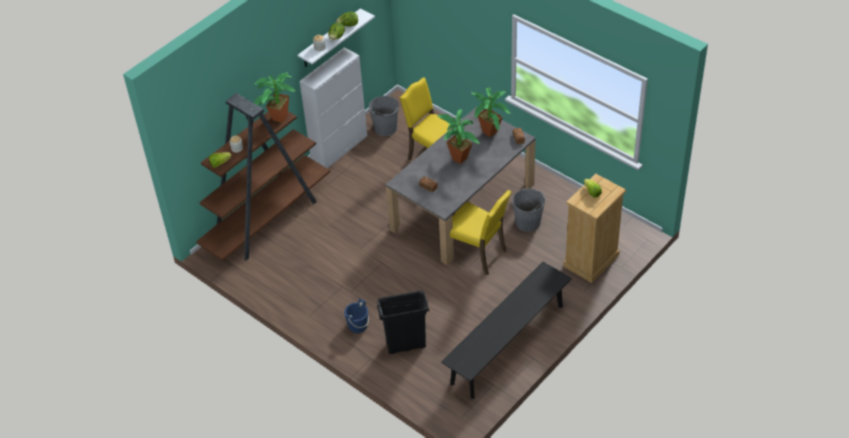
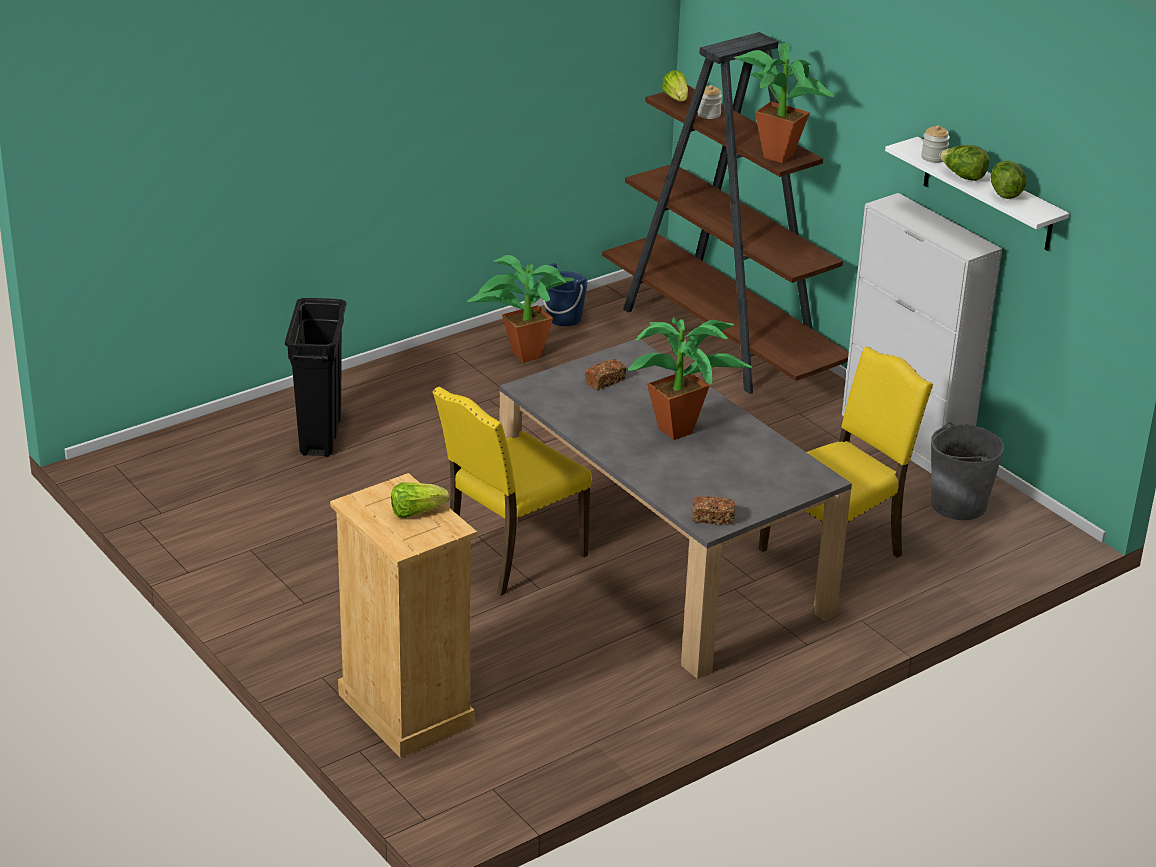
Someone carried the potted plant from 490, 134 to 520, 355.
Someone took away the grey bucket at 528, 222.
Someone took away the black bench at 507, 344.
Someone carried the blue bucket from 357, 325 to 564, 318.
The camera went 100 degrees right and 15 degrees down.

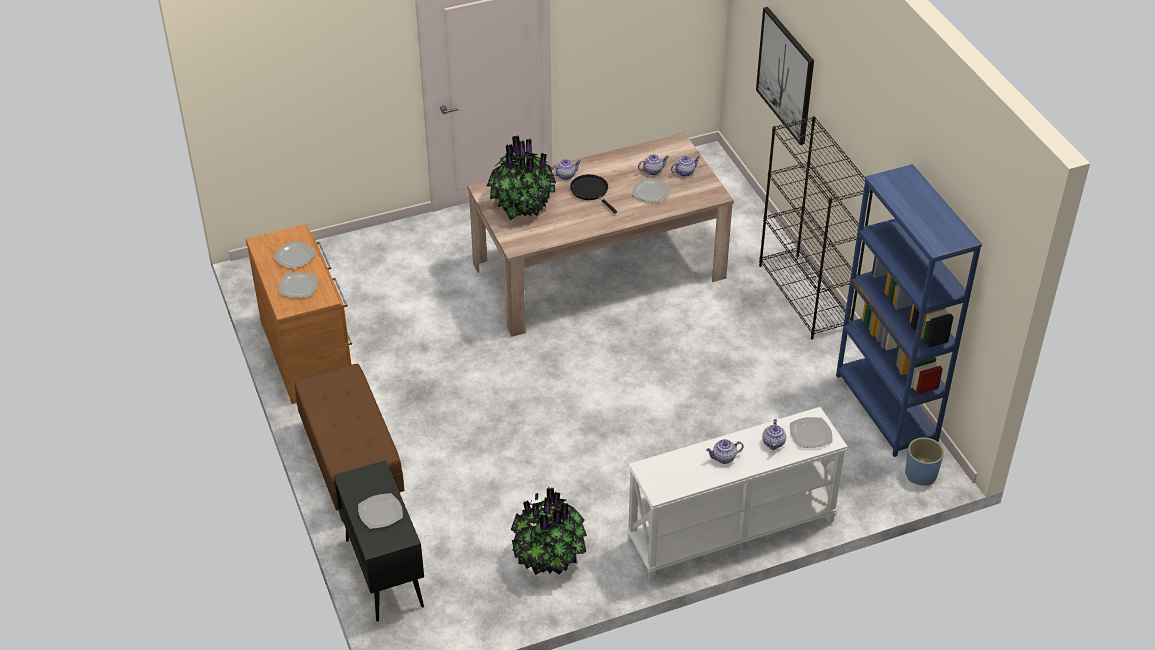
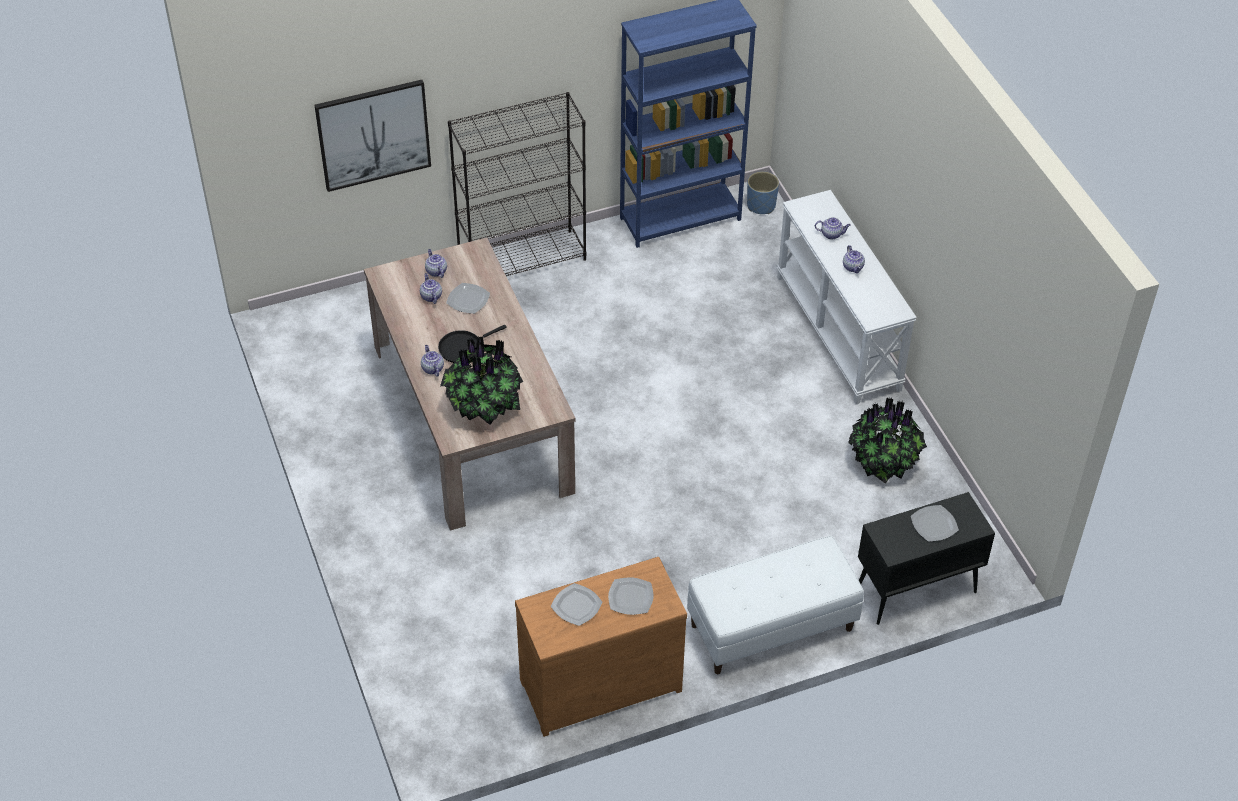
Someone repainted the brown bench at 351, 464, which became the white bench at 771, 628.
Someone took away the plate at 810, 433.
The camera went 90 degrees left and 5 degrees up.

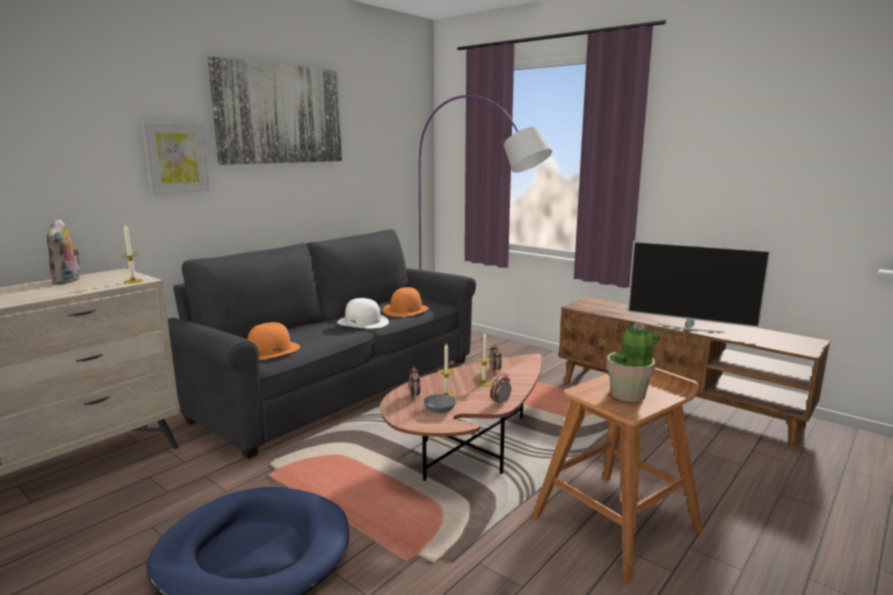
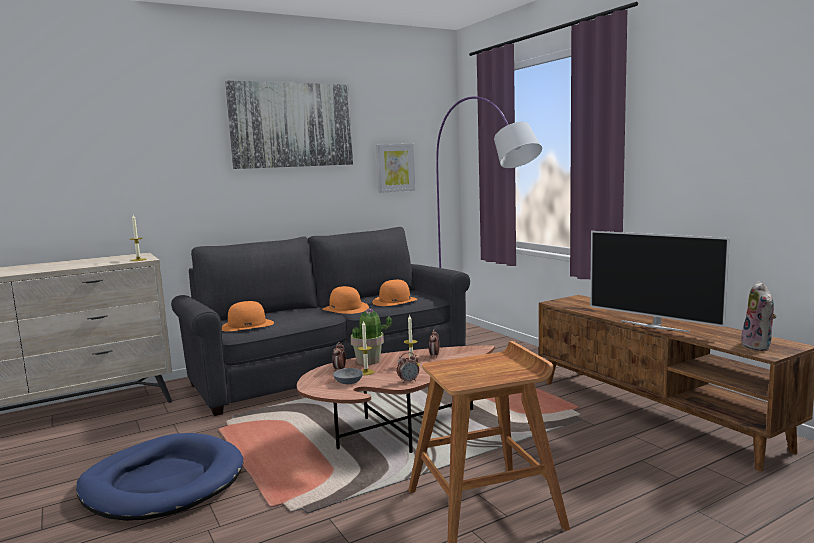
Someone carried the picture from 176, 158 to 395, 167.
Someone carried the plush toy from 68, 281 to 759, 346.
Someone repainted the white hat at 363, 322, which became the orange hat at 345, 308.
Someone carried the potted plant from 628, 394 to 369, 361.
The camera went 20 degrees right and 5 degrees down.

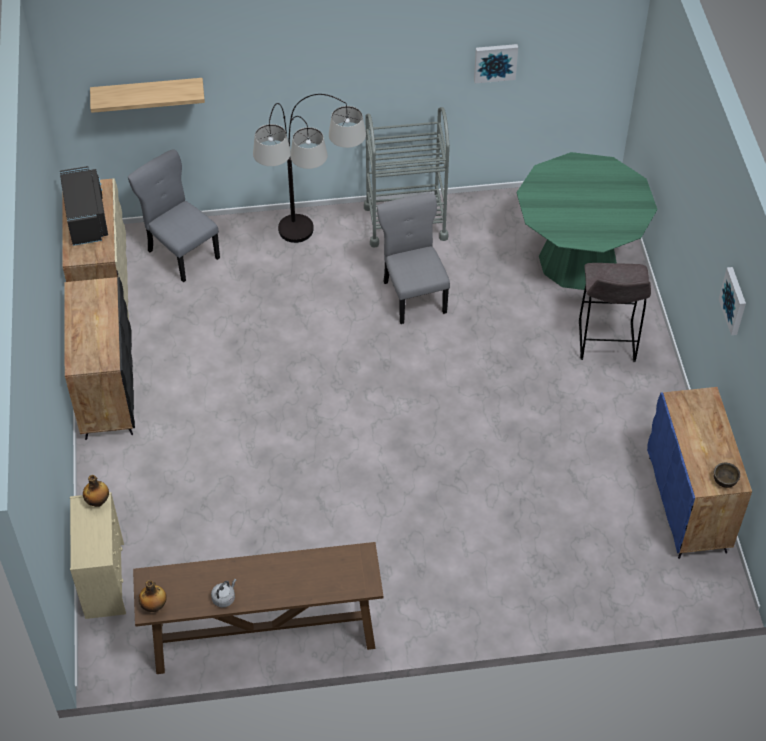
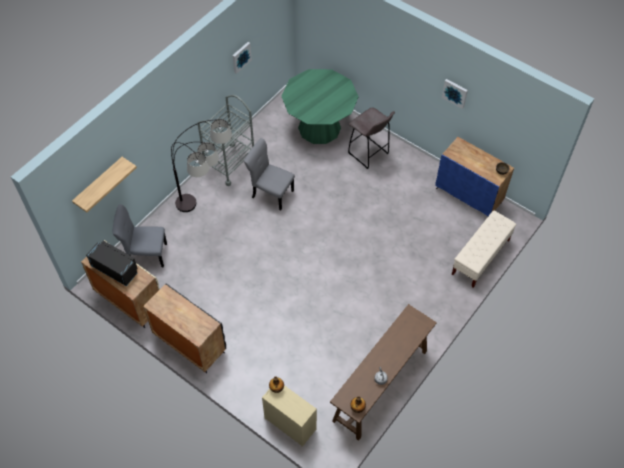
Someone put down the beige bench at 480, 257.
The camera went 45 degrees left and 5 degrees up.

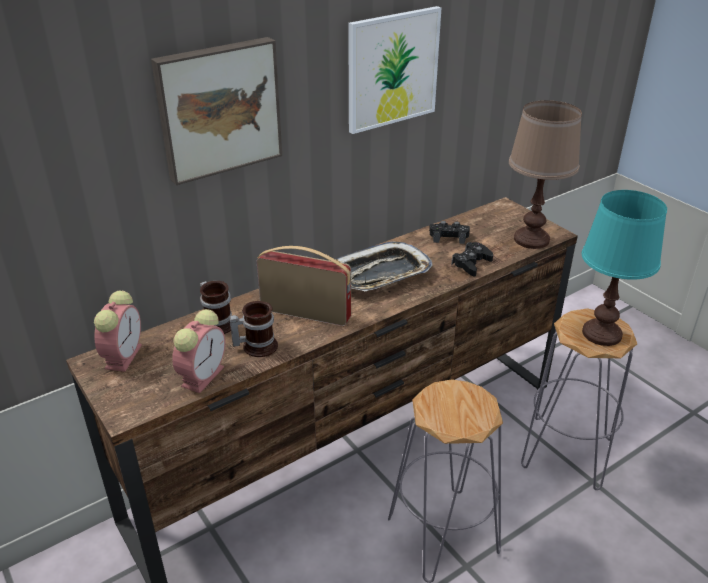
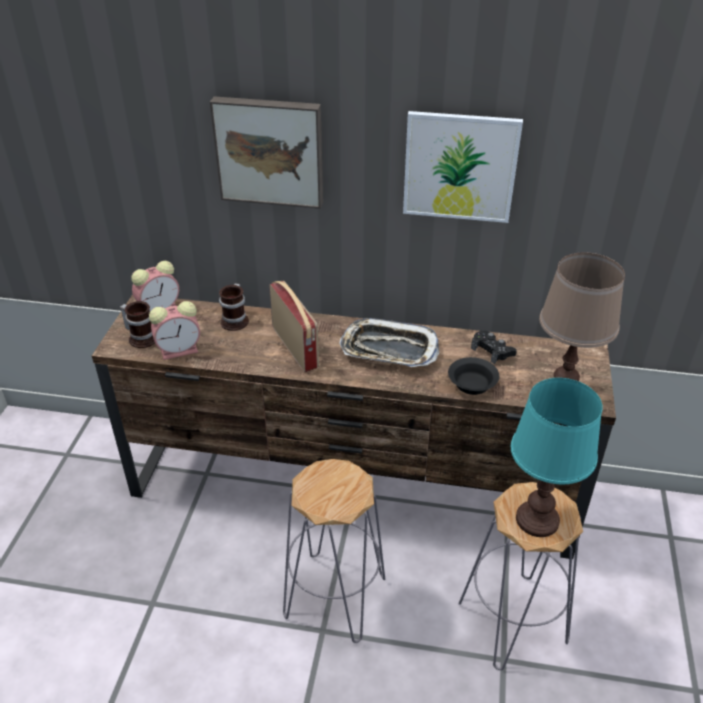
Someone swapped the black game controller at 471, 263 for the black bowl at 472, 384.
Someone carried the mug from 256, 345 to 142, 337.
The camera went 45 degrees right and 5 degrees up.

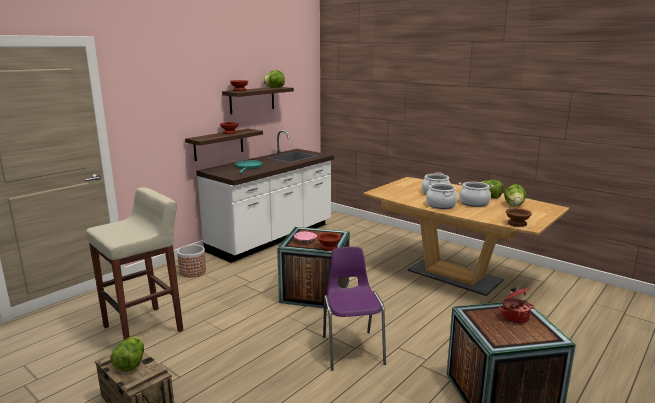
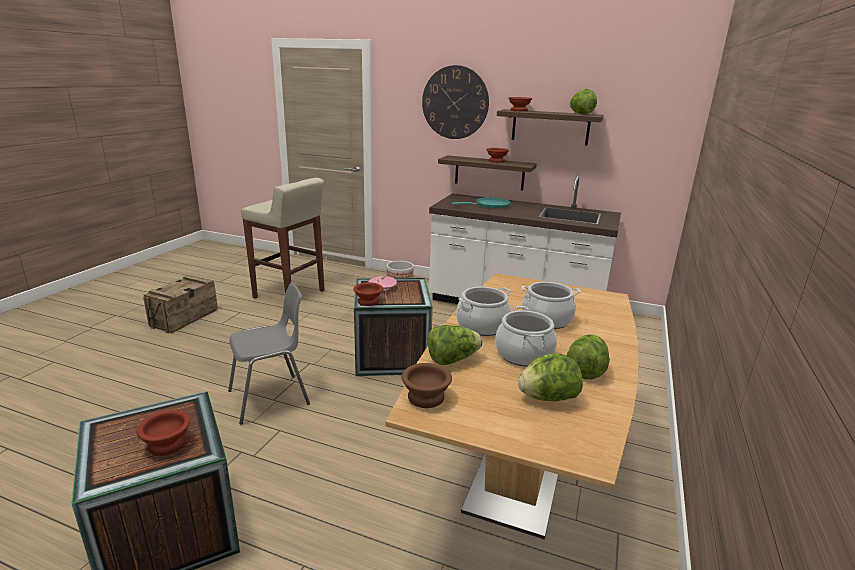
Someone repainted the purple chair at 352, 349, which became the grey chair at 271, 398.
Someone swapped the cooking pot at 514, 317 for the brown bowl at 168, 443.
Someone carried the lettuce from 130, 364 to 452, 360.
Someone put up the wall clock at 455, 103.
The camera went 70 degrees right and 5 degrees up.

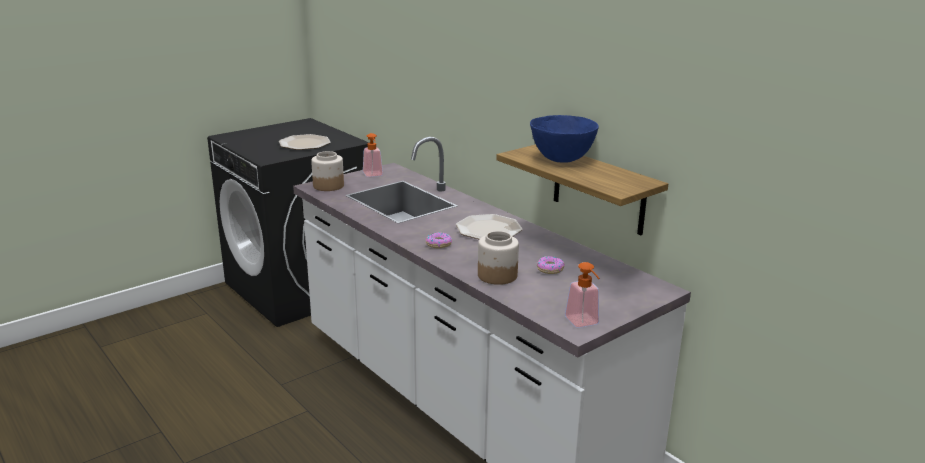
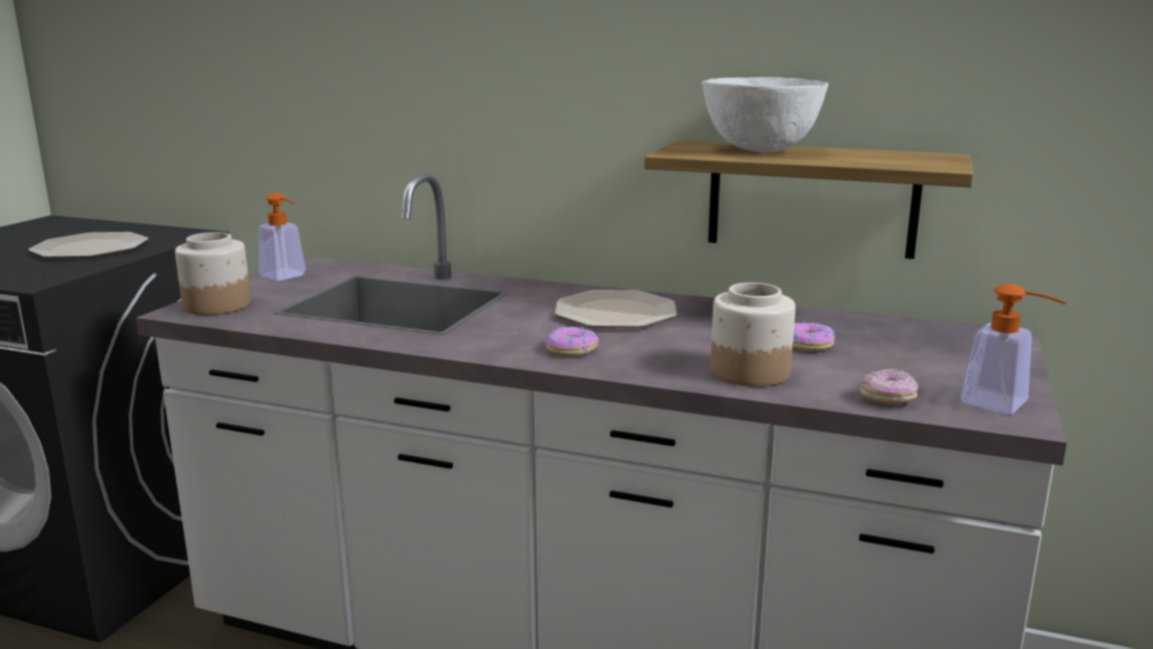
Someone repainted the blue bowl at 562, 159, which became the white bowl at 761, 150.
Someone put down the donut at 888, 399.
The camera went 30 degrees left and 5 degrees down.

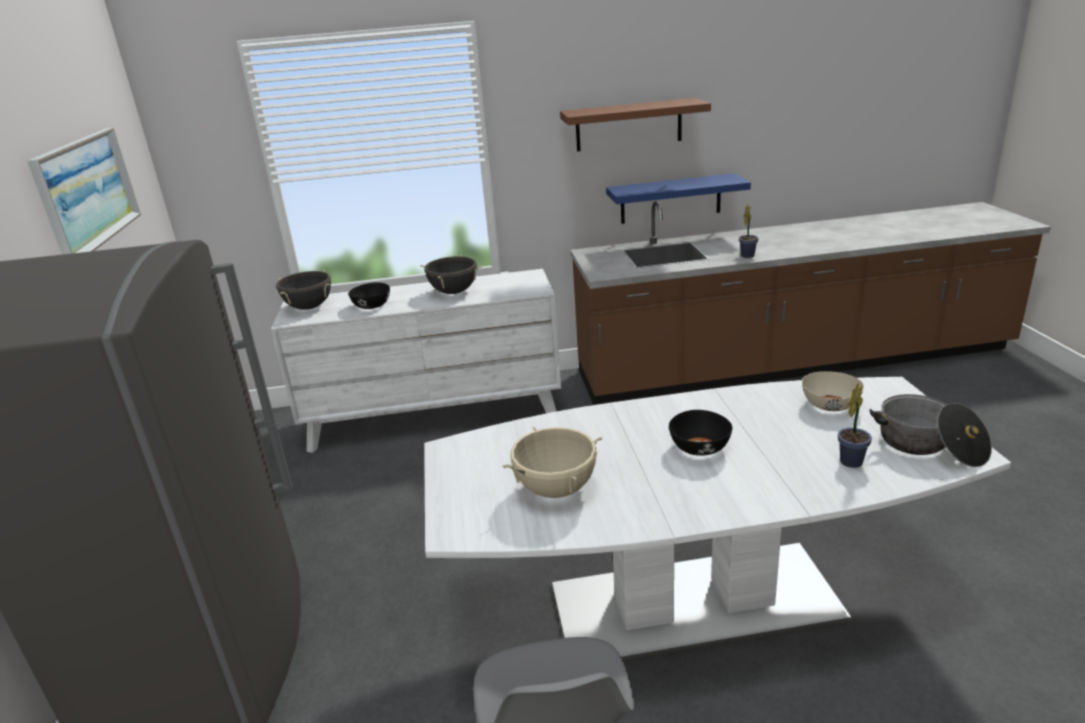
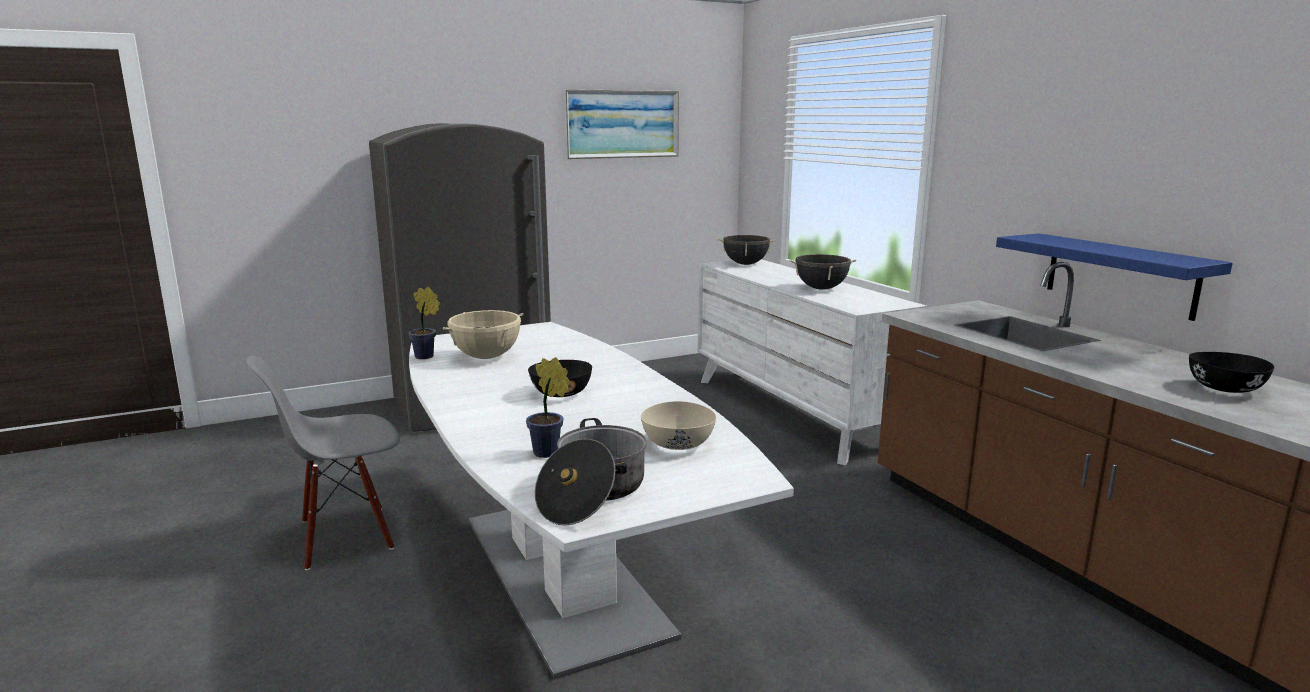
Someone took away the brown shelf at 628, 125.
Someone carried the potted plant from 748, 255 to 426, 357.
Someone carried the black bowl from 372, 306 to 1224, 389.
The camera went 70 degrees right and 10 degrees down.

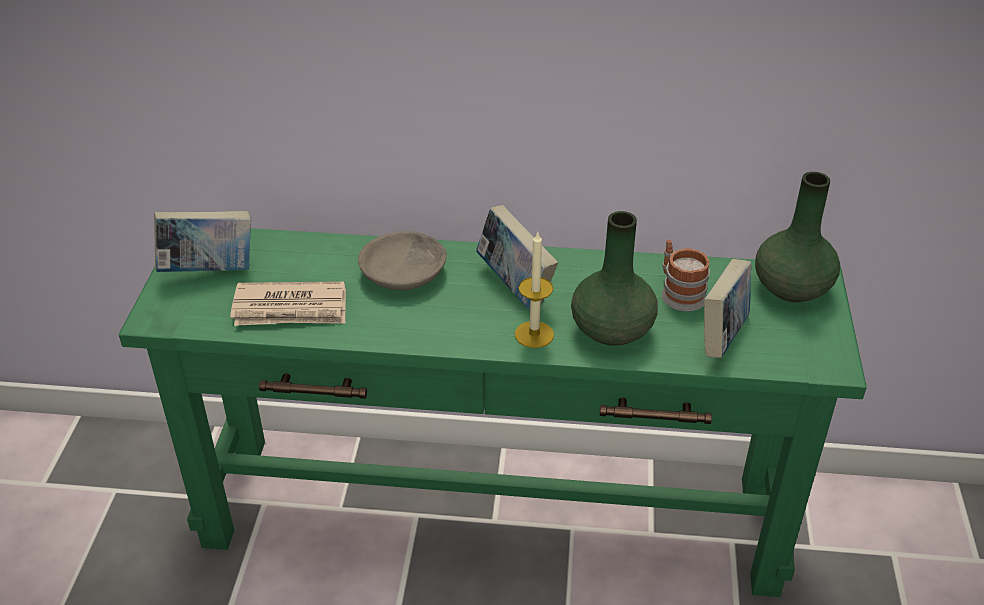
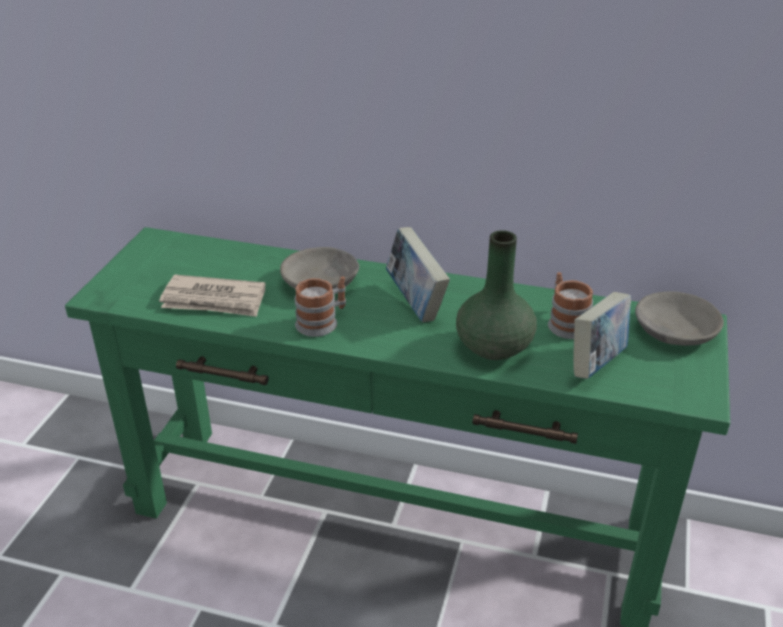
Someone swapped the green vase at 791, 289 for the grey bowl at 674, 330.
Someone took away the book at 209, 271.
Someone took away the candle at 534, 334.
Someone put down the mug at 322, 322.
The camera went 10 degrees right and 5 degrees down.

